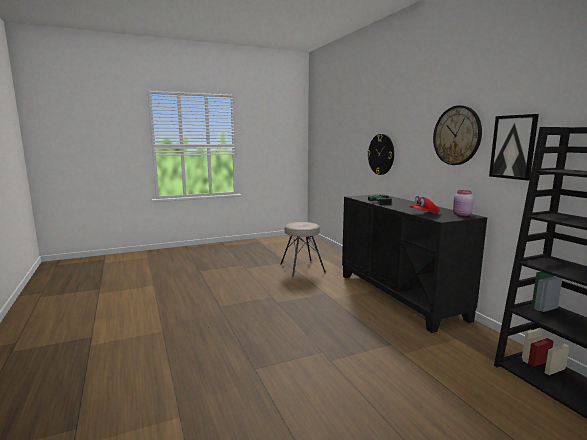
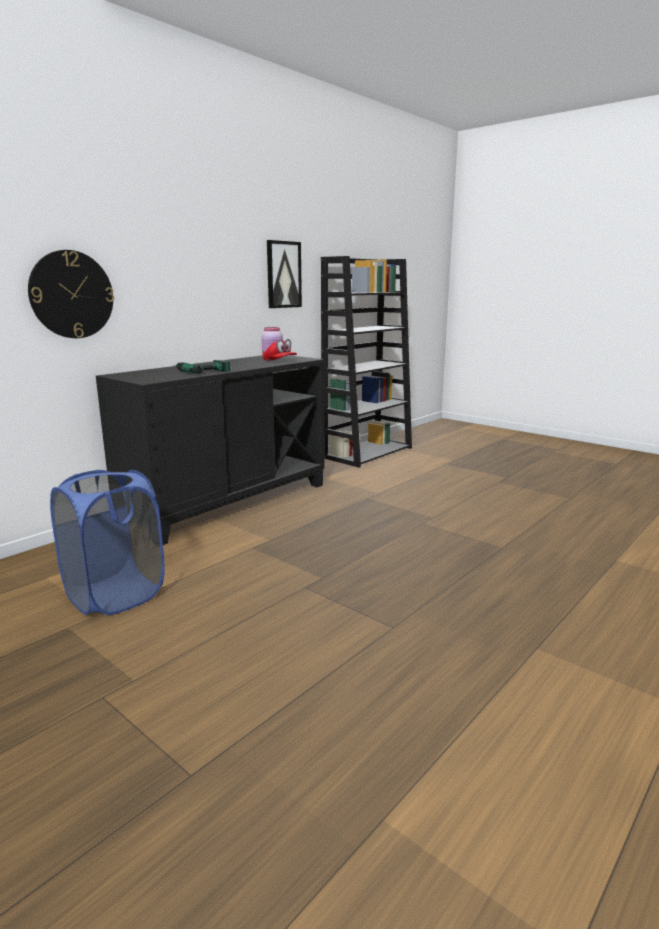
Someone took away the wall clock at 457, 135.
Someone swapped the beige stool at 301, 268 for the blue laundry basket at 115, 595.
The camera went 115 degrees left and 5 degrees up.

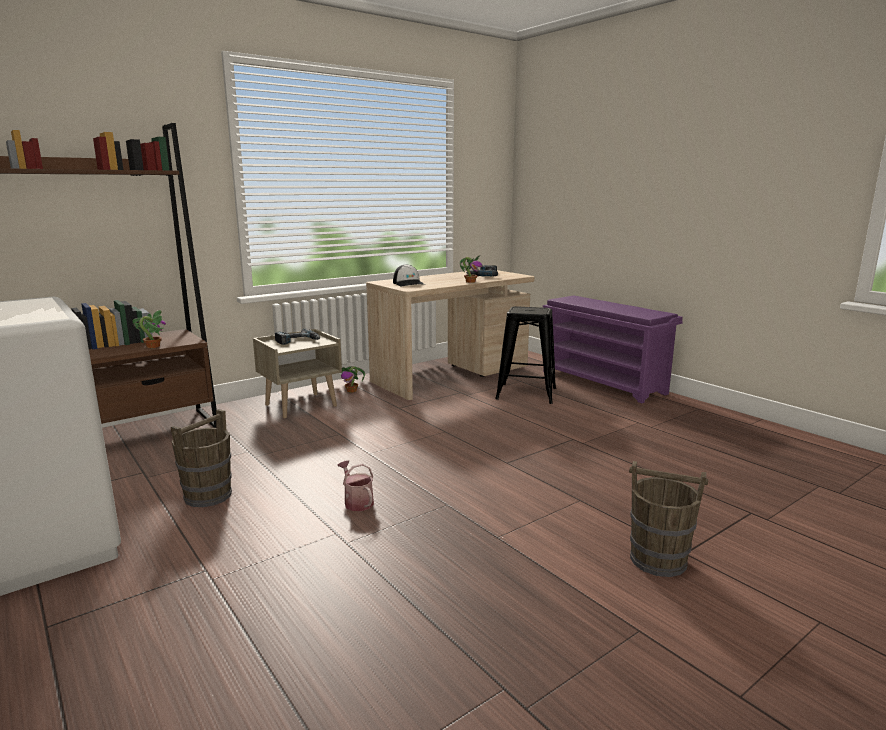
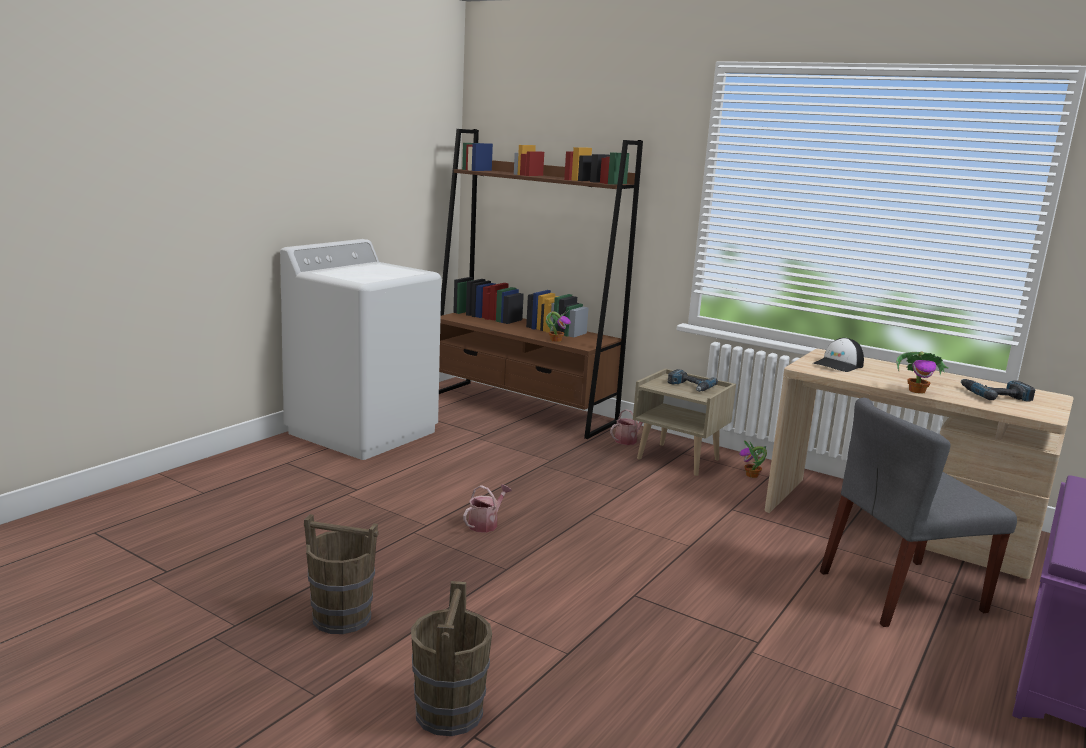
Someone swapped the black stool at 526, 393 for the grey chair at 900, 592.
Someone carried the brown bucket from 207, 496 to 341, 617.
Someone put down the watering can at 628, 440.
The camera went 70 degrees right and 0 degrees up.

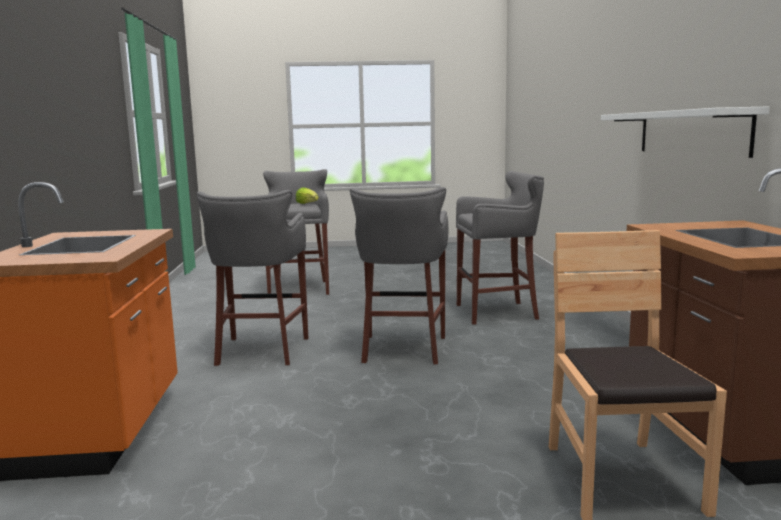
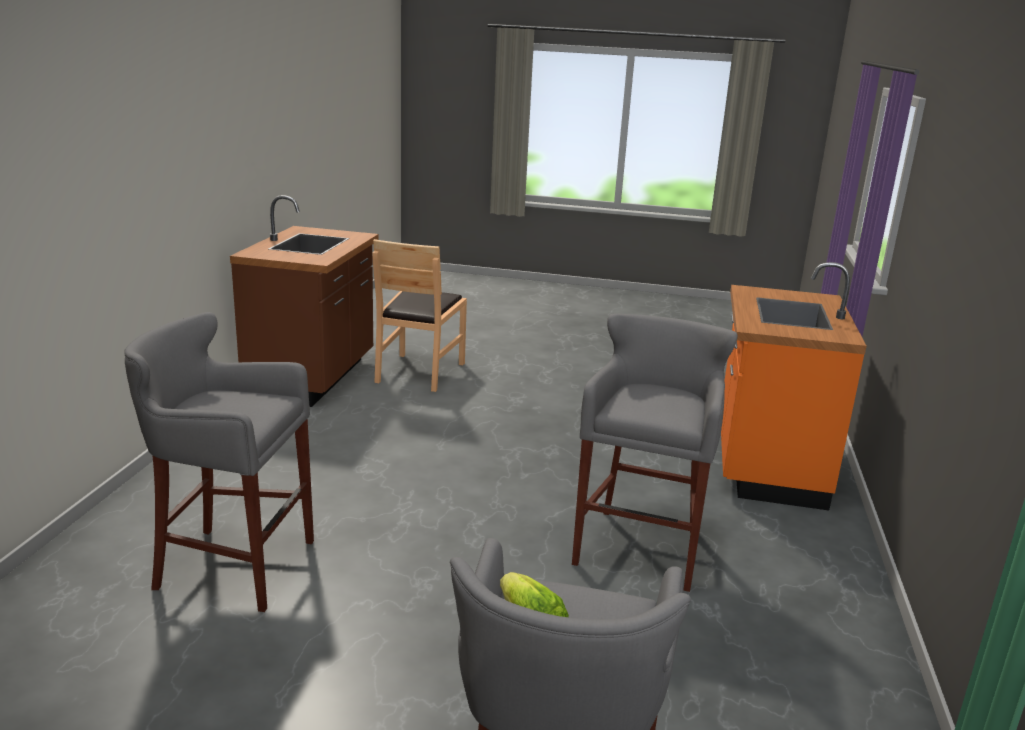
Someone took away the white shelf at 691, 132.
Someone took away the grey stool at 402, 350.
The camera went 165 degrees left and 10 degrees up.

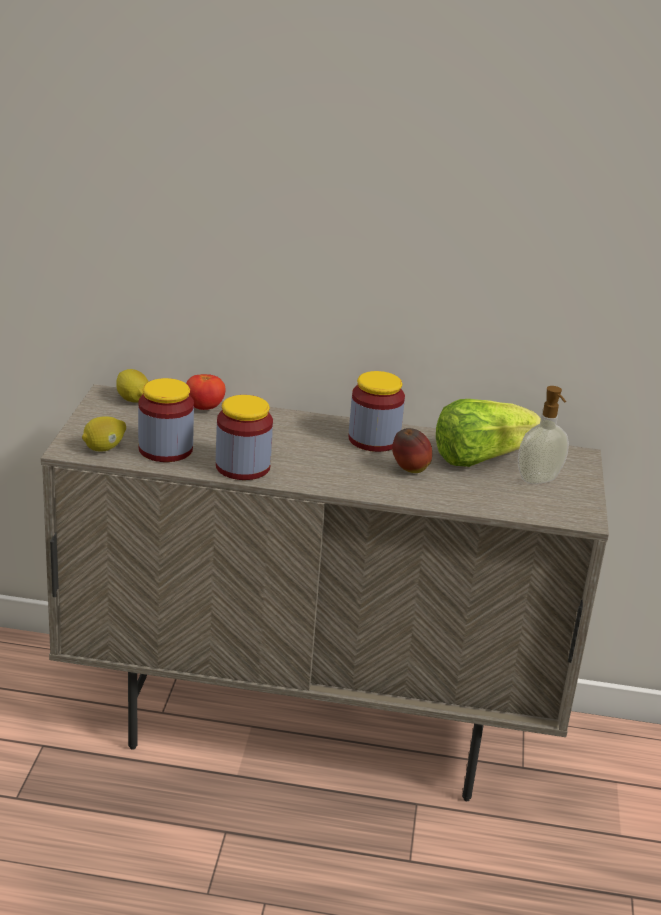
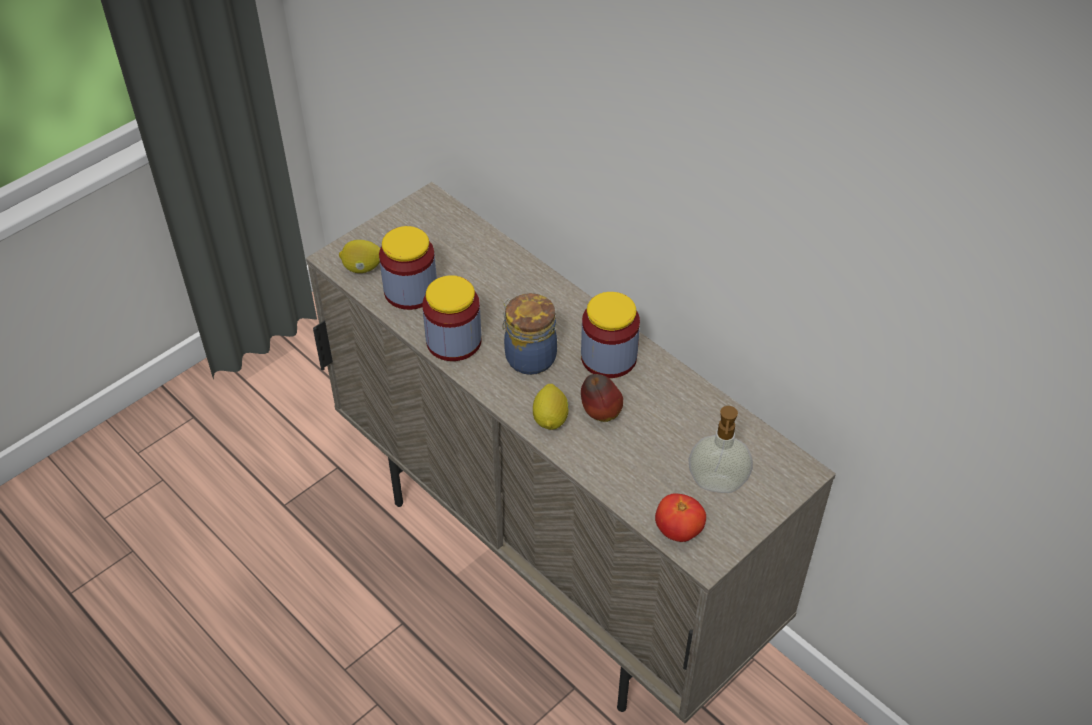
Someone carried the lemon from 132, 399 to 550, 419.
Someone carried the tomato from 204, 408 to 678, 531.
Someone took away the lettuce at 480, 458.
Someone put down the jar at 528, 357.
The camera went 40 degrees right and 20 degrees up.

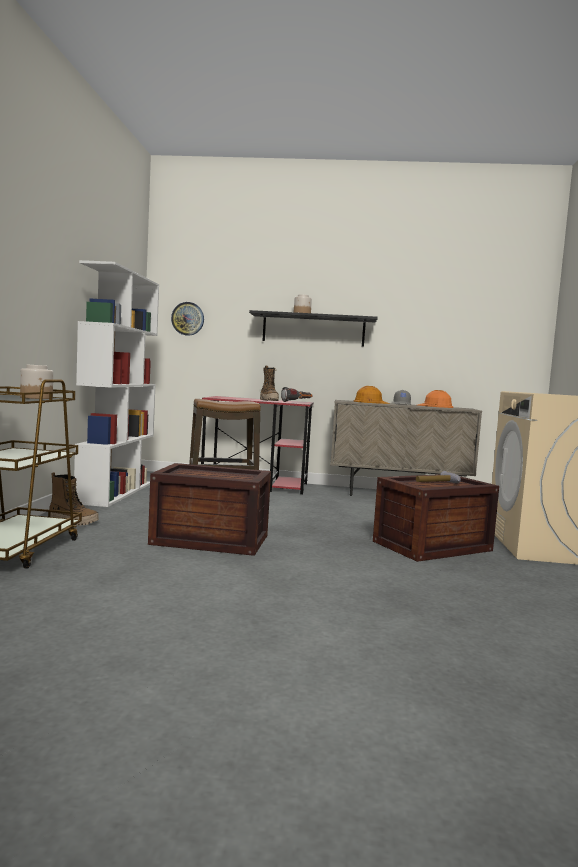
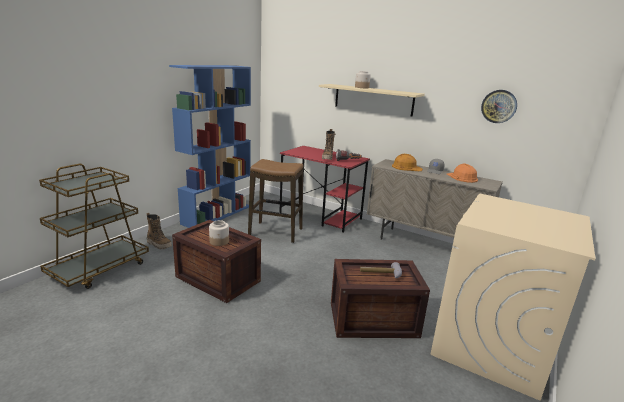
Someone repainted the white bookcase at 116, 492, which became the blue bookcase at 217, 214.
Someone carried the wall clock from 188, 318 to 499, 106.
Someone repainted the black shelf at 313, 330, which became the beige shelf at 373, 99.
Someone carried the jar from 37, 398 to 219, 241.
The camera went 25 degrees right and 15 degrees up.

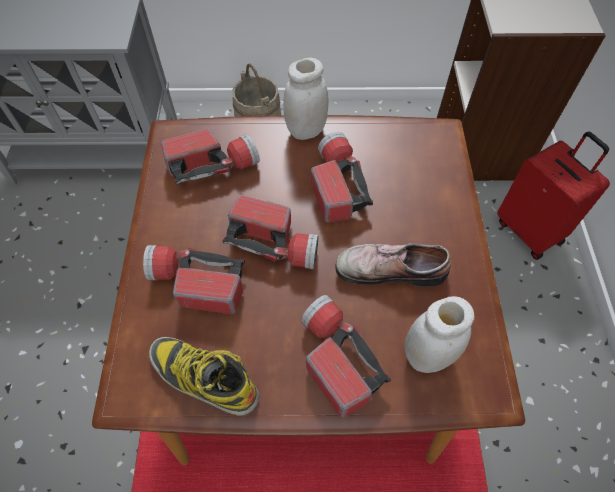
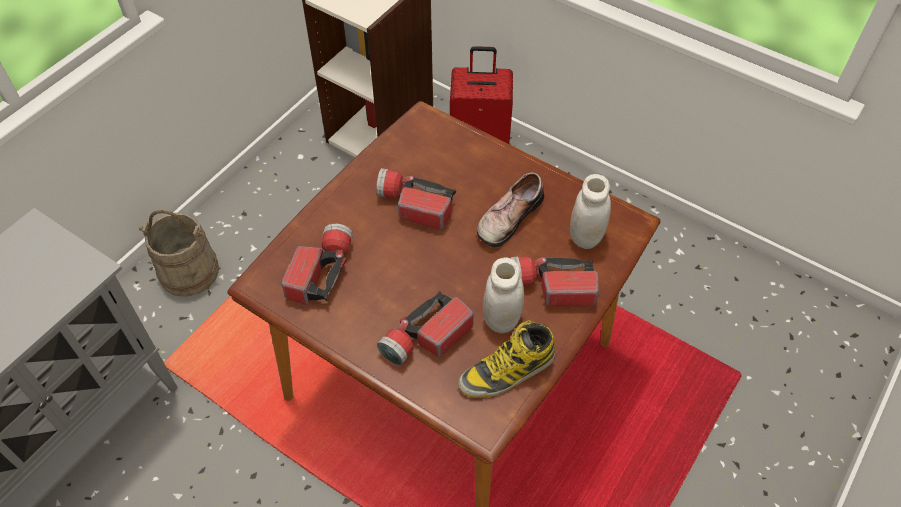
Someone carried the white jar from 306, 130 to 501, 319.
Someone took away the flashlight at 275, 243.
The camera went 55 degrees left and 5 degrees down.

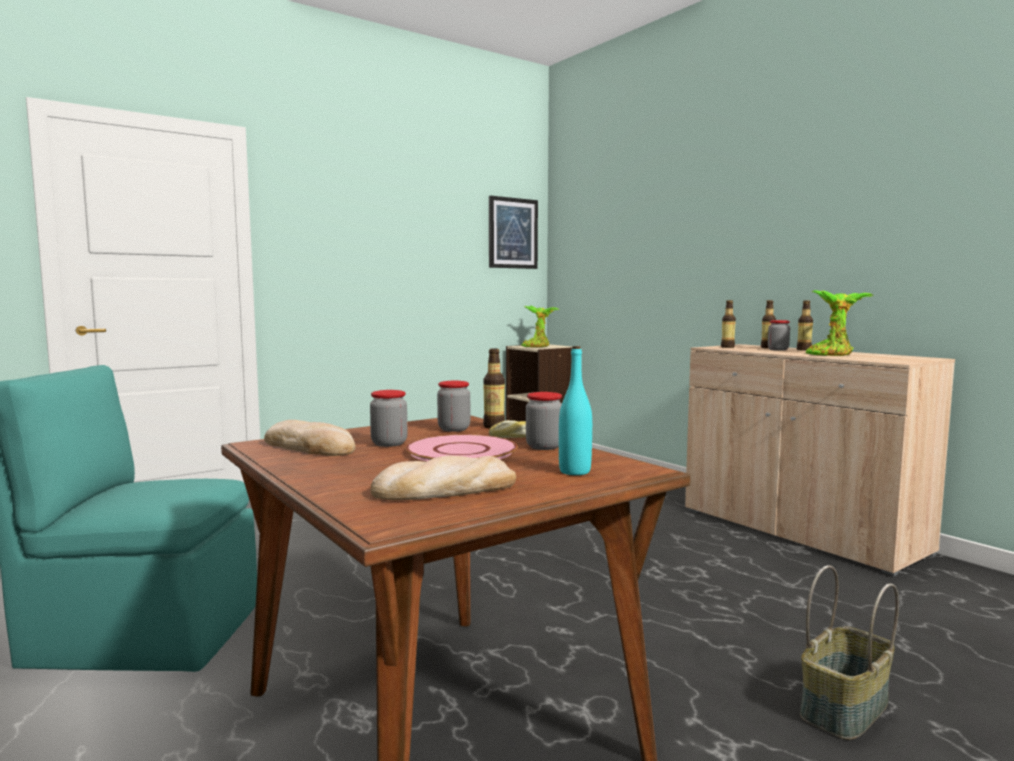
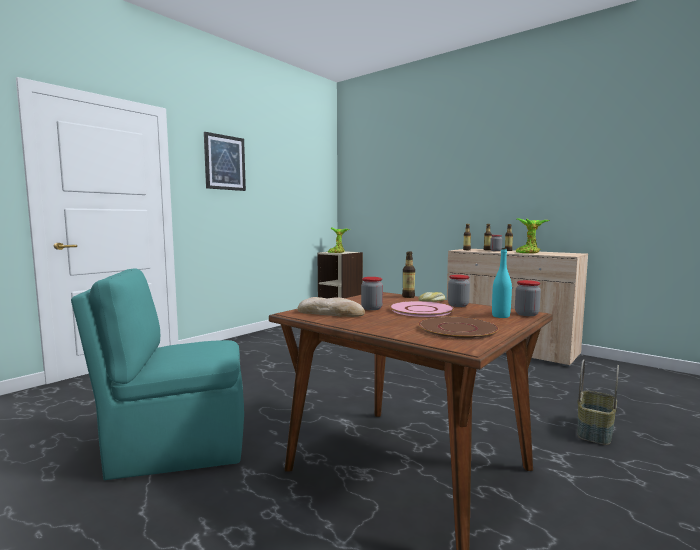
Someone carried the picture from 512, 233 to 224, 162.
Someone carried the jar from 454, 429 to 526, 314.
Someone swapped the bread at 445, 489 for the brown plate at 457, 329.
The camera went 15 degrees left and 0 degrees up.

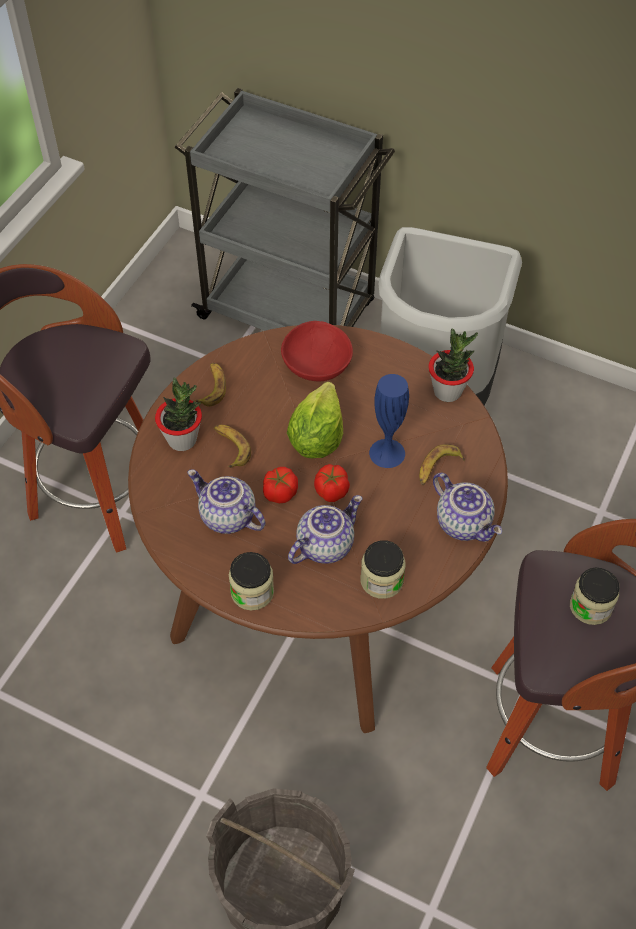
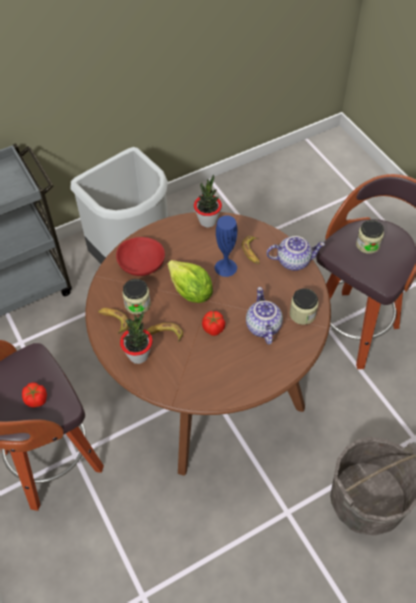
Someone carried the tomato from 331, 491 to 36, 399.
Someone took away the teapot at 226, 517.
Someone carried the jar from 252, 592 to 137, 304.
The camera went 55 degrees left and 0 degrees up.

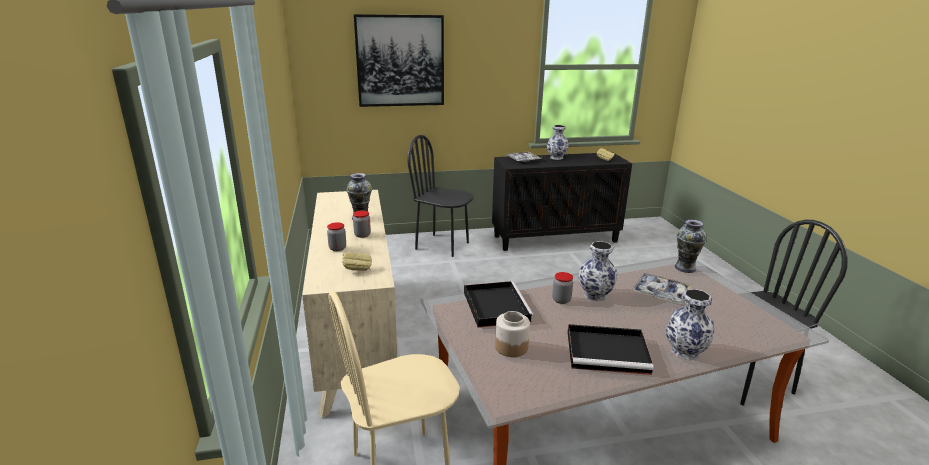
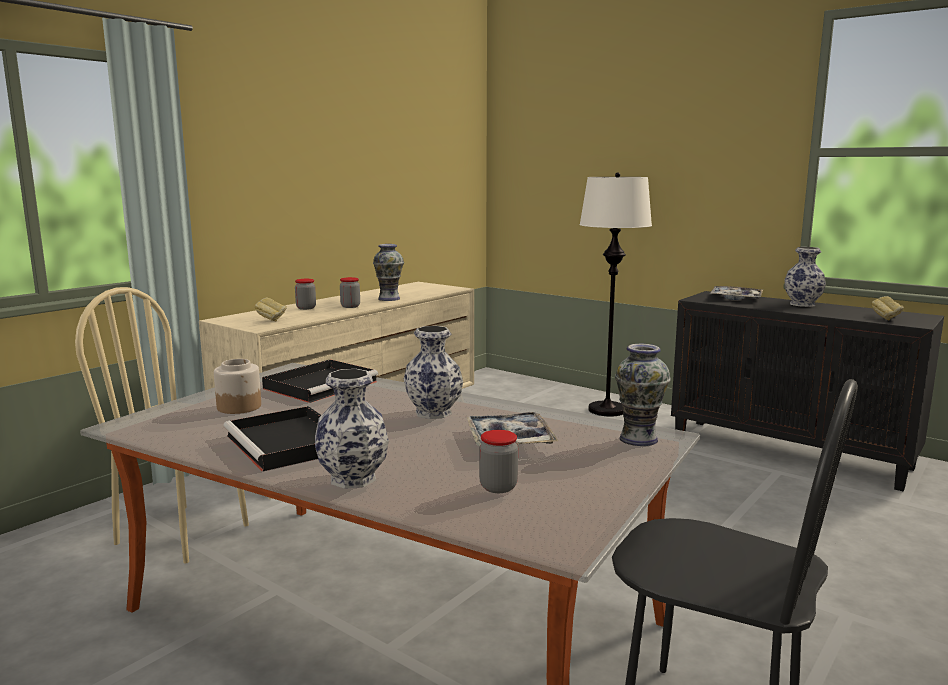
Someone took away the picture at 400, 61.
Someone swapped the black chair at 442, 245 for the white floor lamp at 607, 410.
Someone carried the jar from 561, 300 to 498, 487.
The camera went 50 degrees right and 10 degrees down.

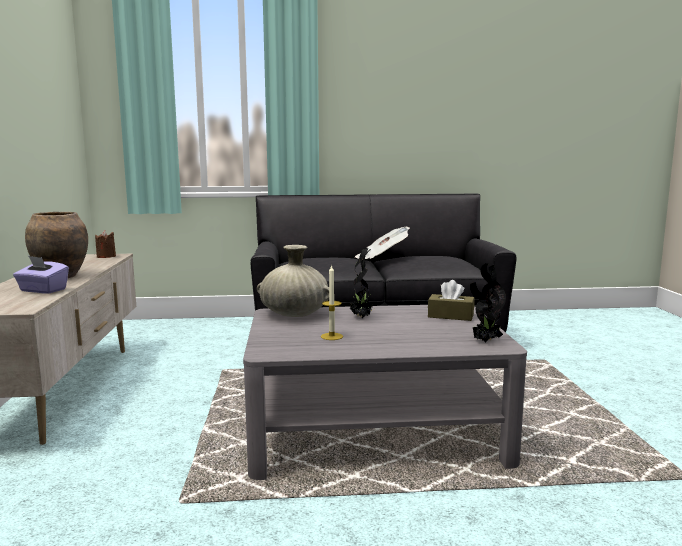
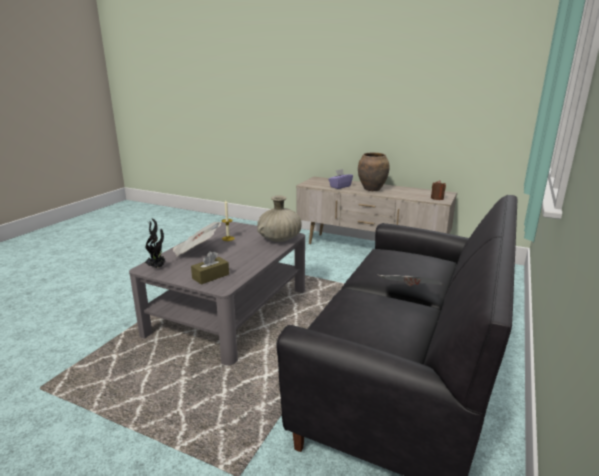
Someone took away the potted plant at 362, 317.
Someone put down the newspaper at 196, 251.
The camera went 120 degrees right and 10 degrees up.

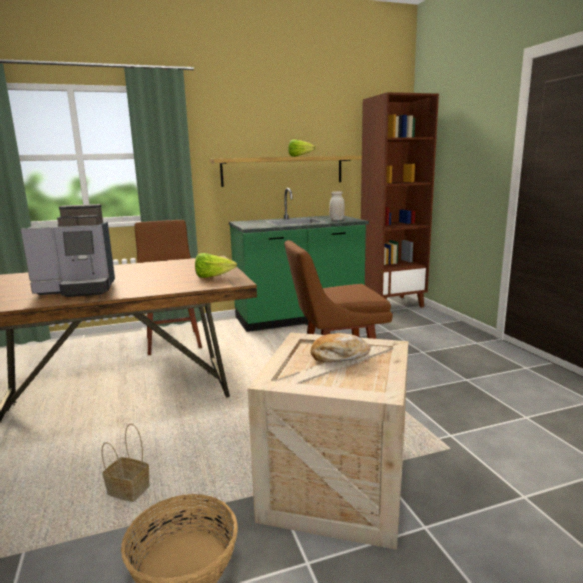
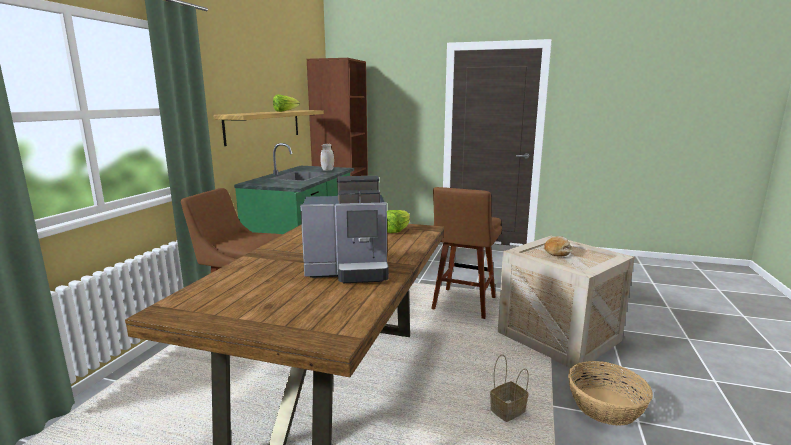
Someone rotated the coffee machine at 79, 289 by 60 degrees clockwise.
The camera went 55 degrees left and 0 degrees up.

